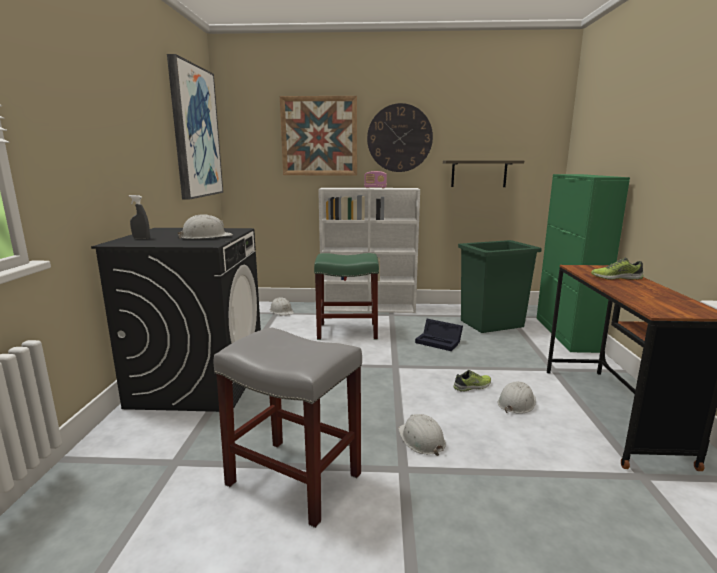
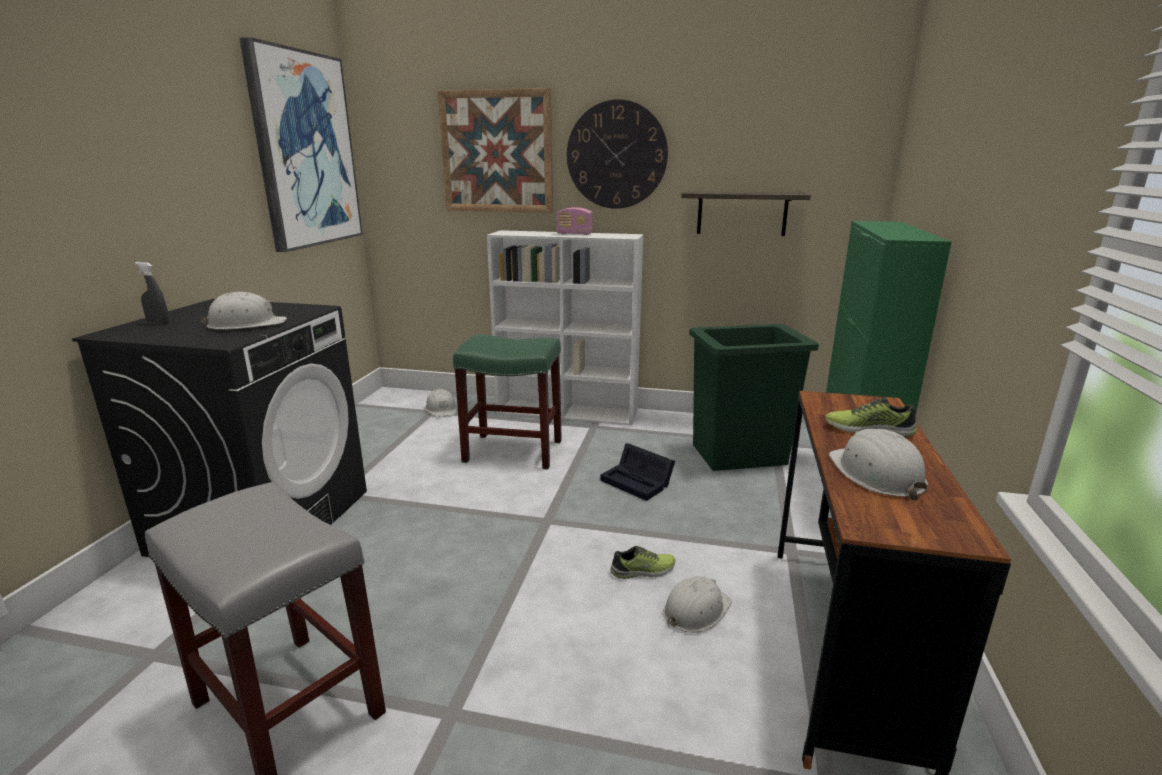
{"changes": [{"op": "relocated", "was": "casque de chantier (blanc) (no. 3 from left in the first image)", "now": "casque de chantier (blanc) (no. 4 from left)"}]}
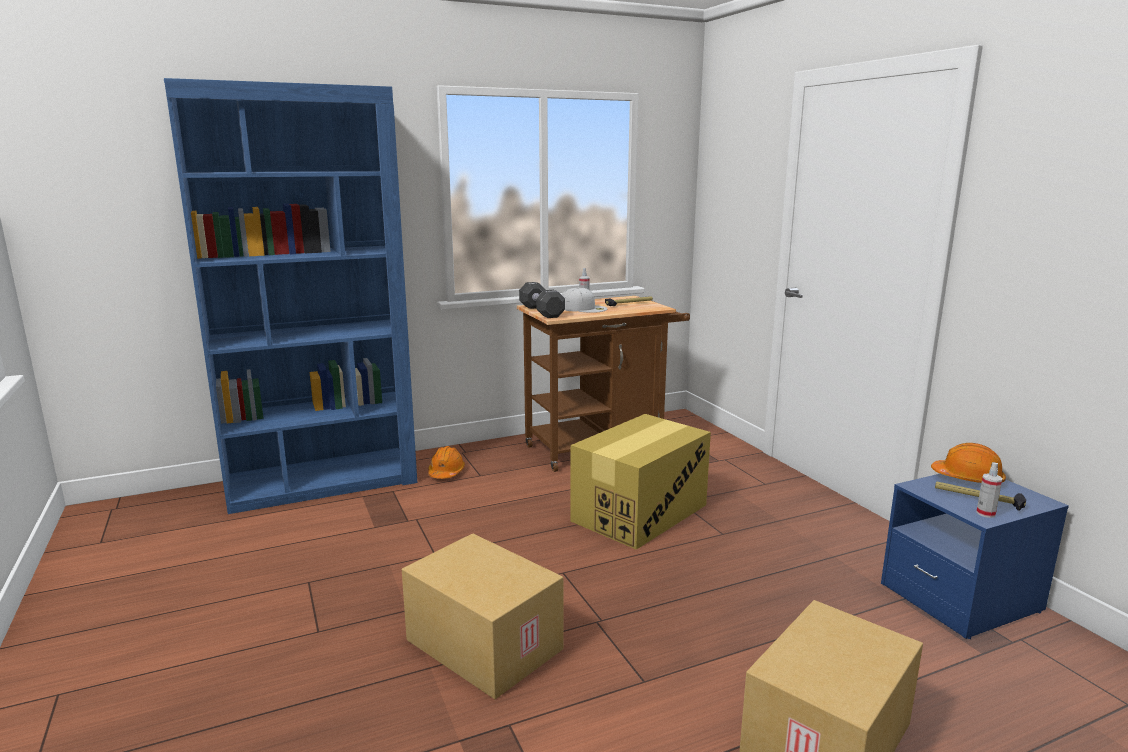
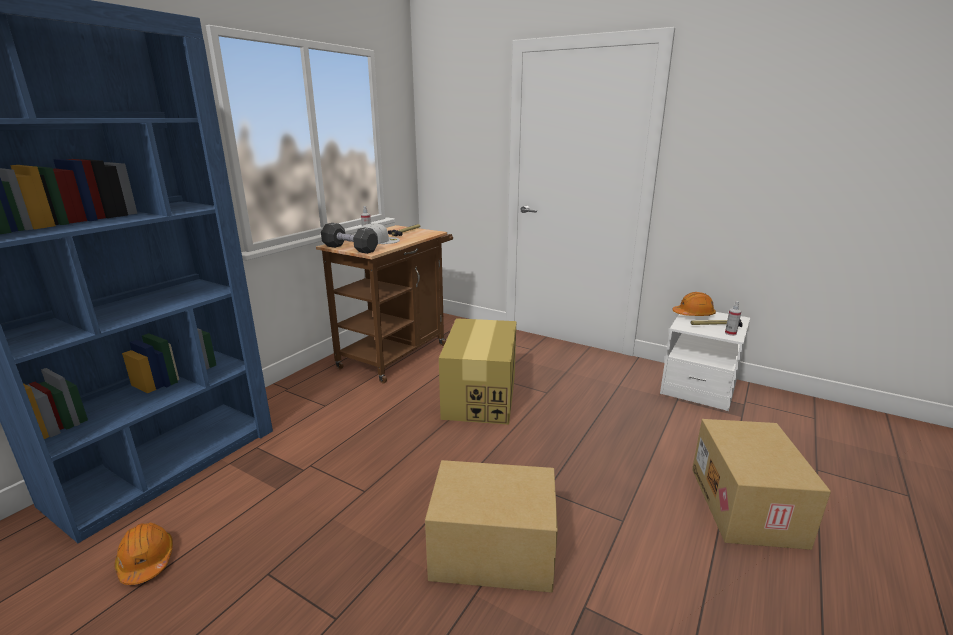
{"changes": [{"op": "relocated", "was": "casque de chantier (orange) (no. 1 from left)"}, {"op": "colour", "was": "table de chevet (bleu)", "now": "table de chevet (blanc)"}]}
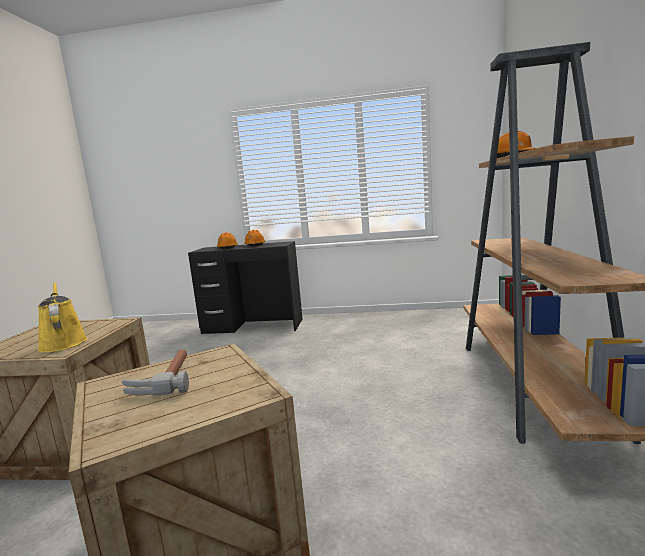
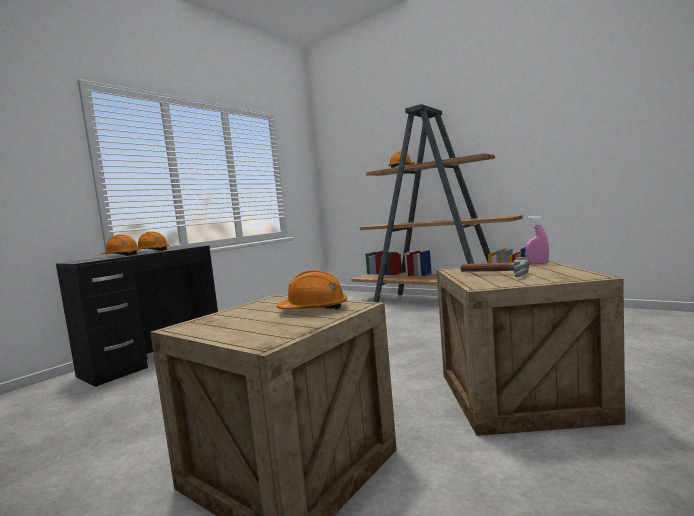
{"changes": [{"op": "exchanged", "was": "arrosoir (jaune)", "now": "casque de chantier (orange) (no. 3 from left)"}, {"op": "appeared", "now": "vaporisateur (rose)"}]}
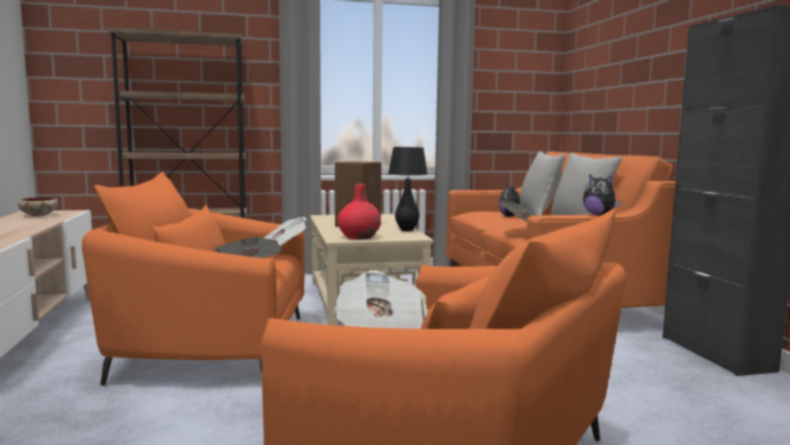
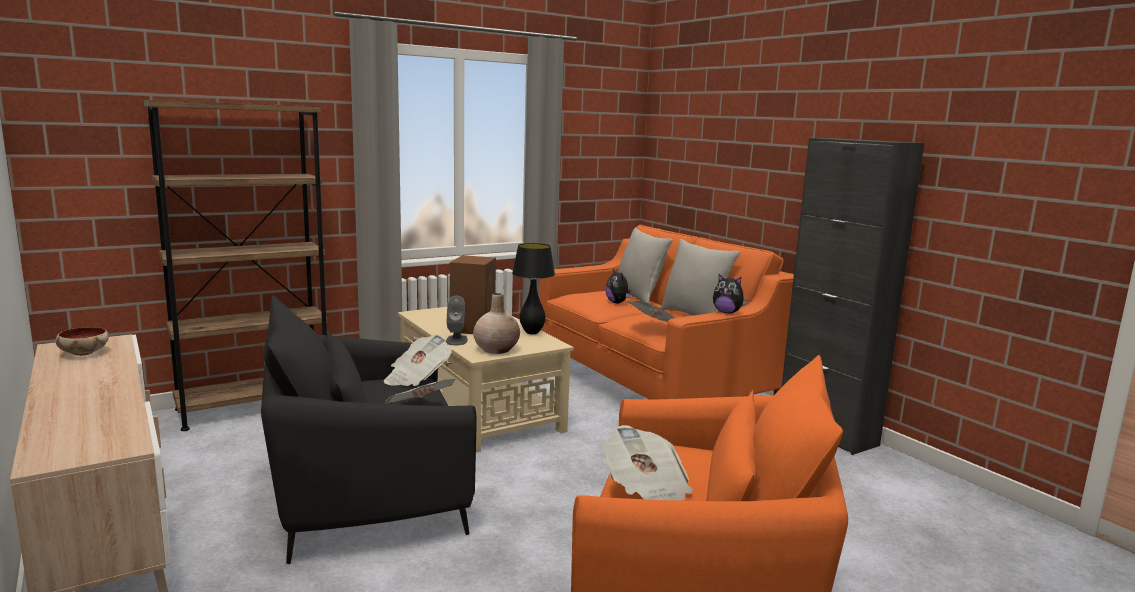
{"changes": [{"op": "colour", "was": "fauteuil (orange) (no. 1 from left)", "now": "fauteuil (noir)"}, {"op": "colour", "was": "vase (rouge)", "now": "vase (beige)"}, {"op": "appeared", "now": "enceinte (gris)"}]}
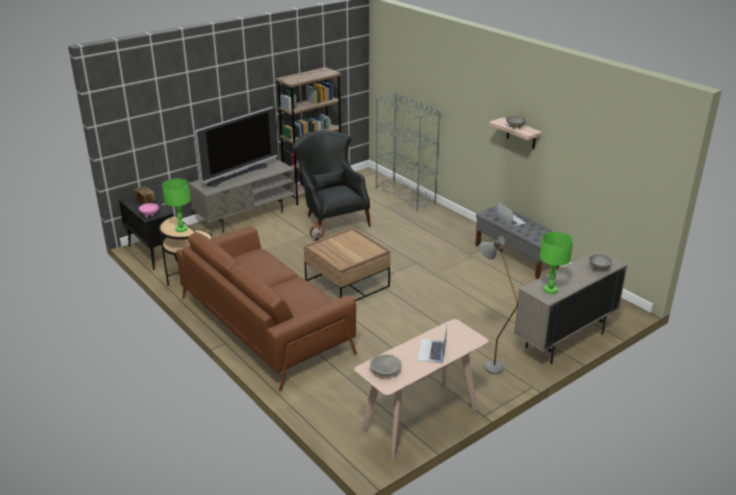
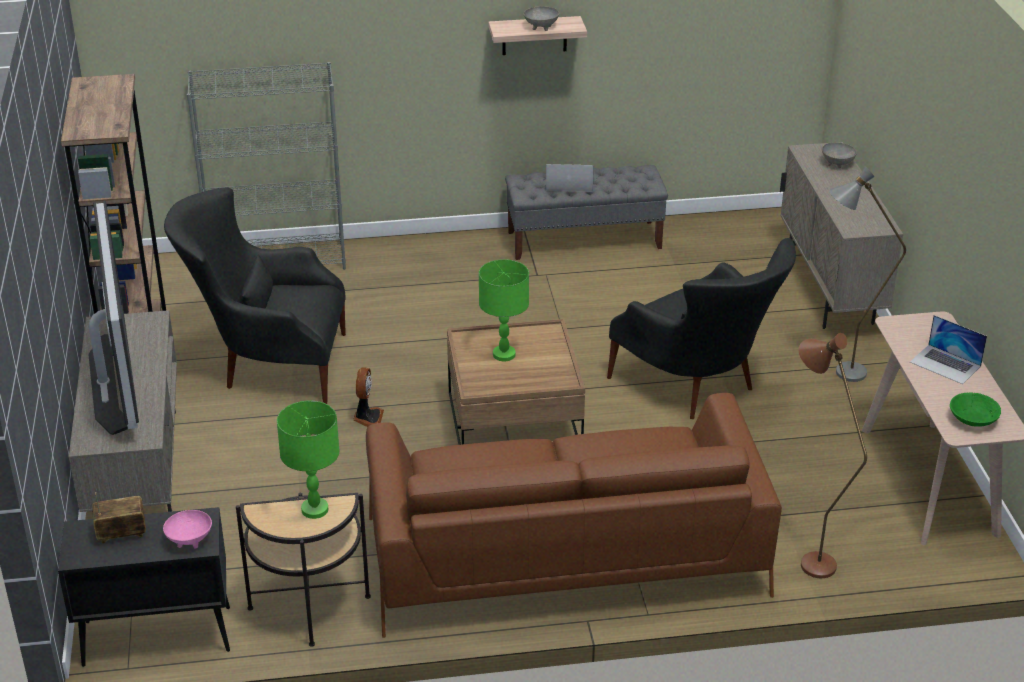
{"changes": [{"op": "relocated", "was": "lampe de table (vert) (no. 2 from left)"}, {"op": "colour", "was": "bol (gris) (no. 1 from left)", "now": "bol (vert)"}, {"op": "appeared", "now": "fauteuil (noir) (no. 2 from left)"}, {"op": "appeared", "now": "lampadaire (marron)"}]}
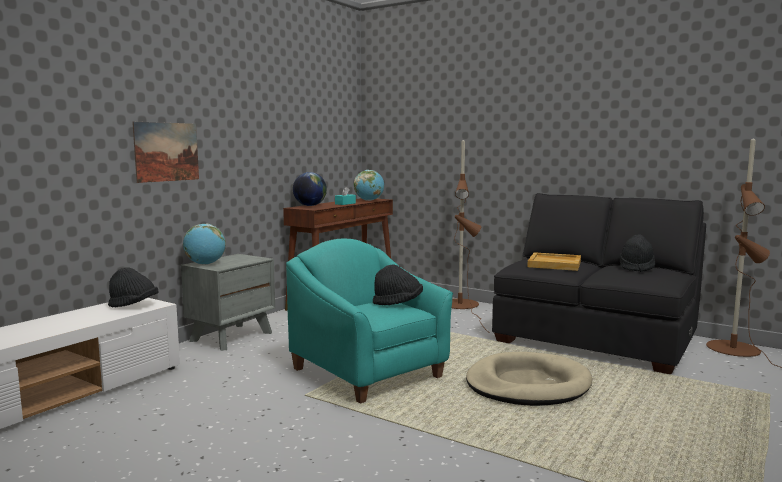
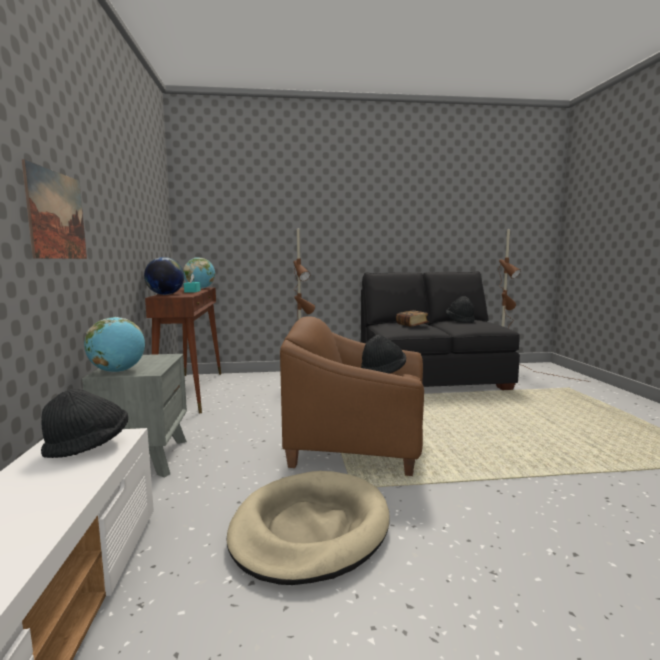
{"changes": [{"op": "colour", "was": "fauteuil (turquoise)", "now": "fauteuil (marron)"}, {"op": "exchanged", "was": "plateau (beige)", "now": "livre"}, {"op": "relocated", "was": "panier pour chien (beige)"}]}
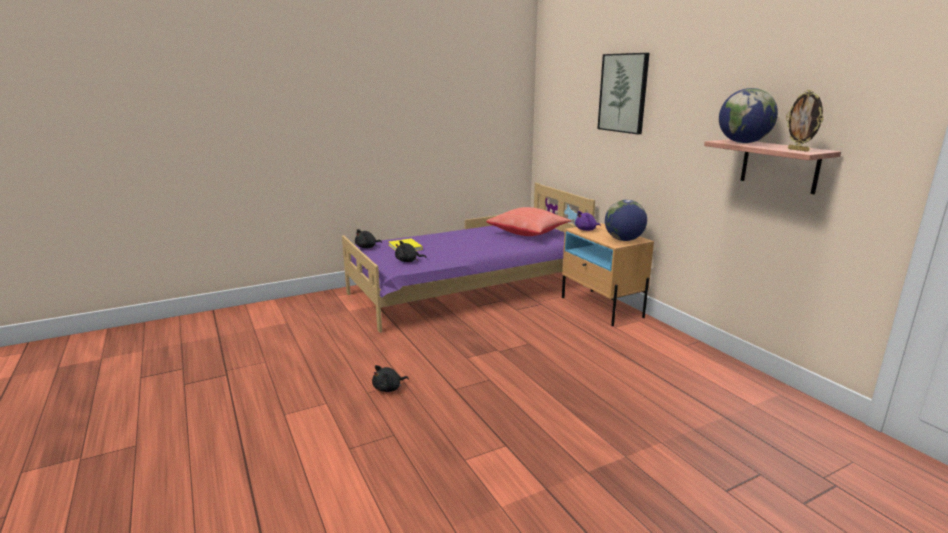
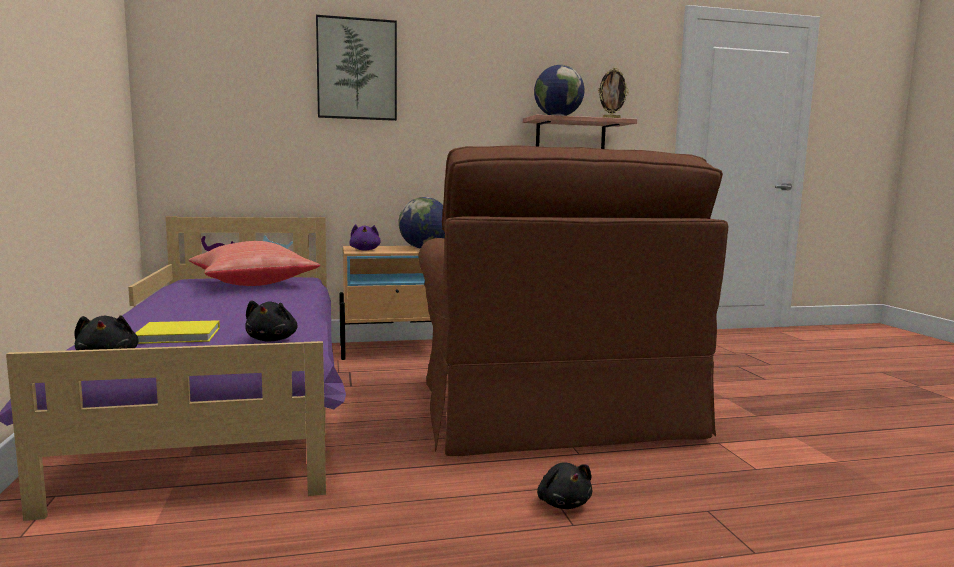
{"changes": [{"op": "appeared", "now": "fauteuil (marron)"}]}
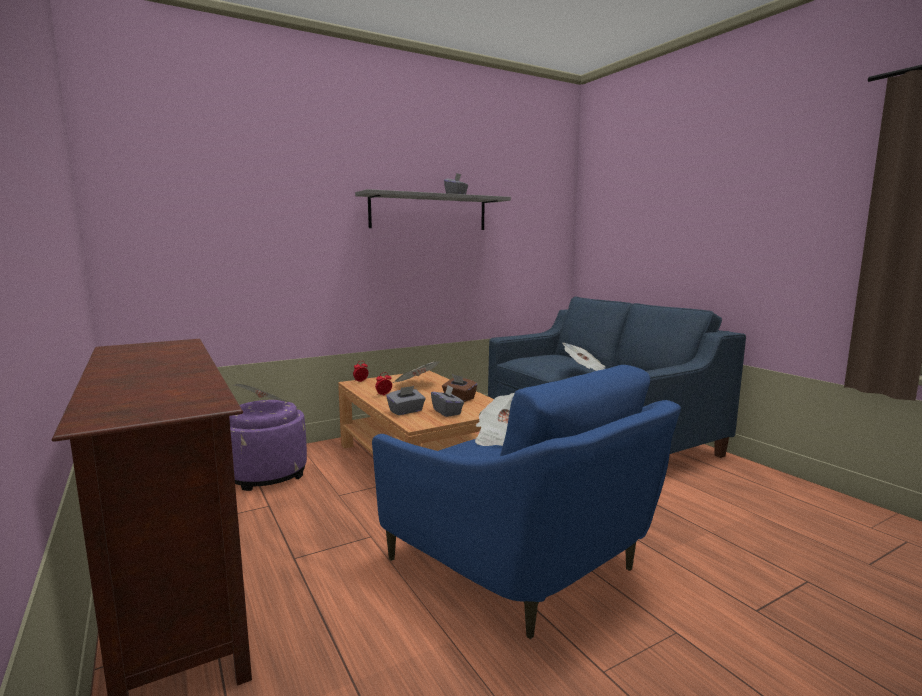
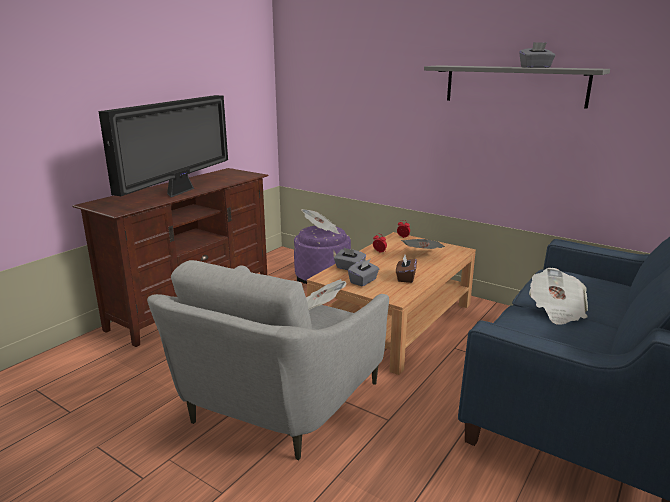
{"changes": [{"op": "colour", "was": "fauteuil (bleu)", "now": "fauteuil (gris)"}, {"op": "appeared", "now": "téléviseur"}]}
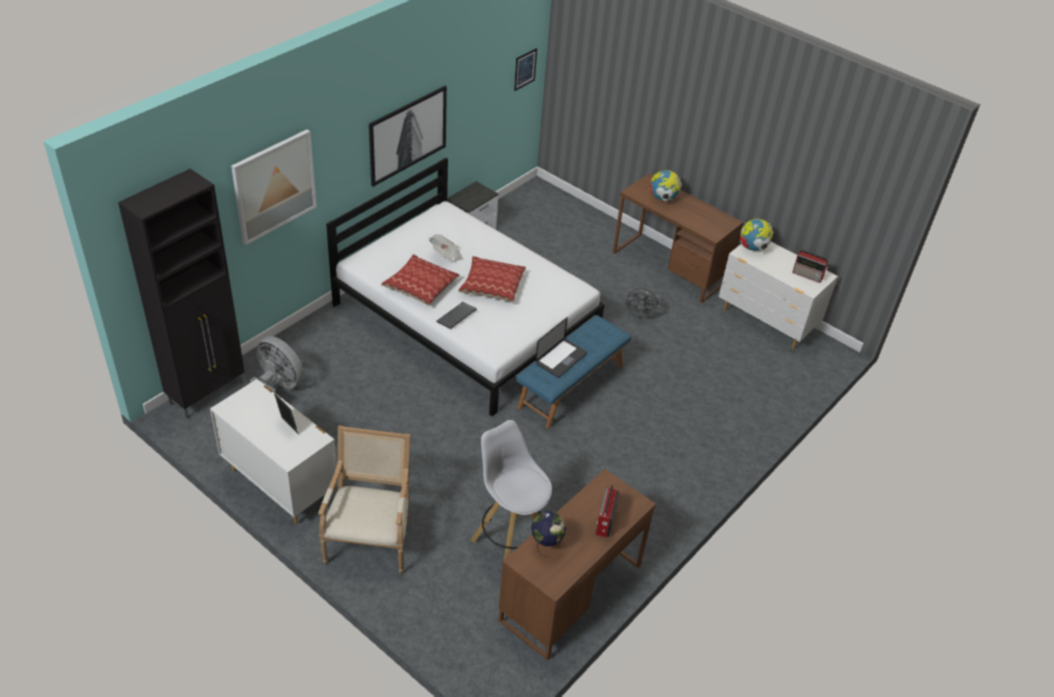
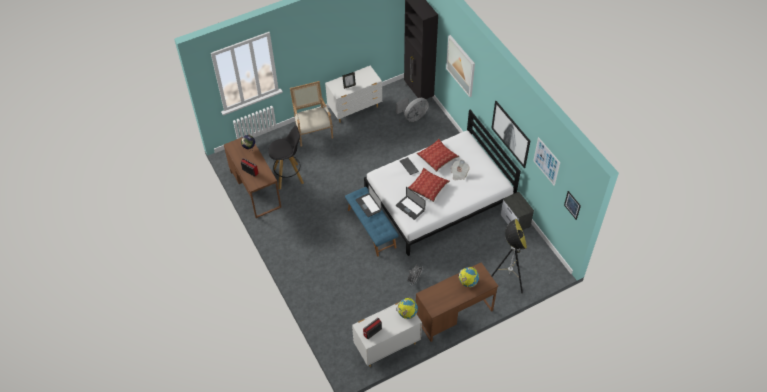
{"changes": [{"op": "colour", "was": "tabouret (blanc)", "now": "tabouret (noir)"}, {"op": "spun", "was": "fauteuil", "clockwise": -135}, {"op": "appeared", "now": "tableau (no. 3 from left)"}, {"op": "appeared", "now": "ordinateur portable (no. 2 from left)"}, {"op": "appeared", "now": "lampadaire"}]}
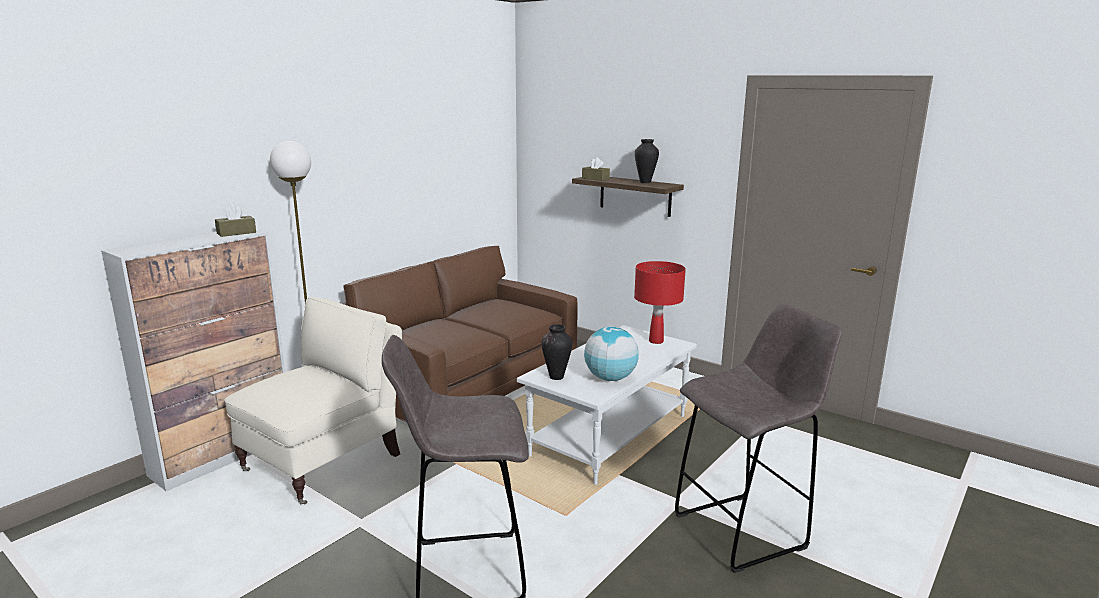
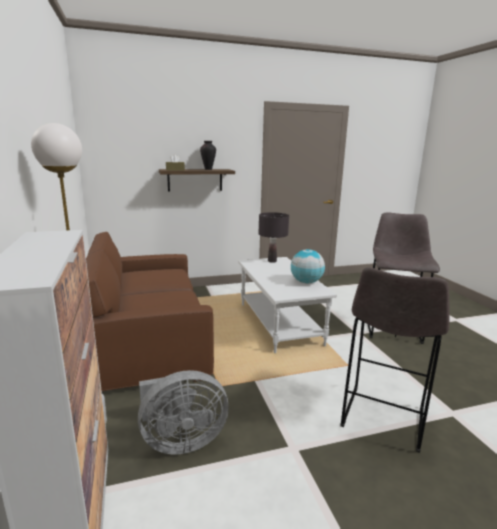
{"changes": [{"op": "missing", "was": "boîte à mouchoirs (marron) (no. 1 from left)"}, {"op": "colour", "was": "lampe de table (rouge)", "now": "lampe de table (noir)"}, {"op": "exchanged", "was": "fauteuil (beige)", "now": "ventilateur (gris)"}, {"op": "missing", "was": "vase (no. 1 from left)"}]}
